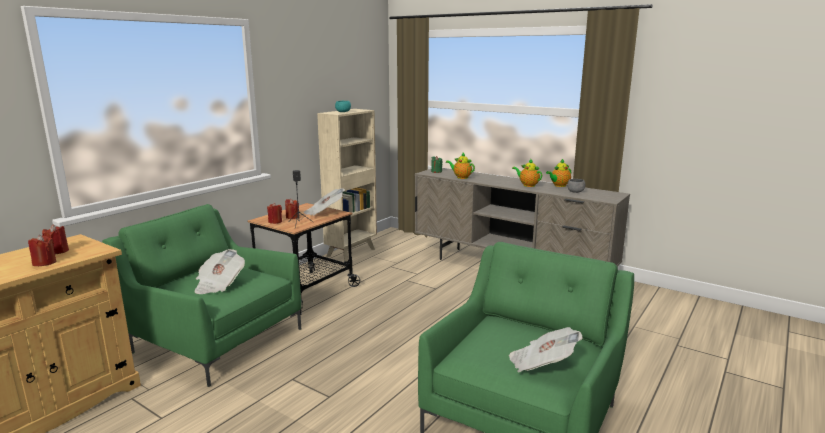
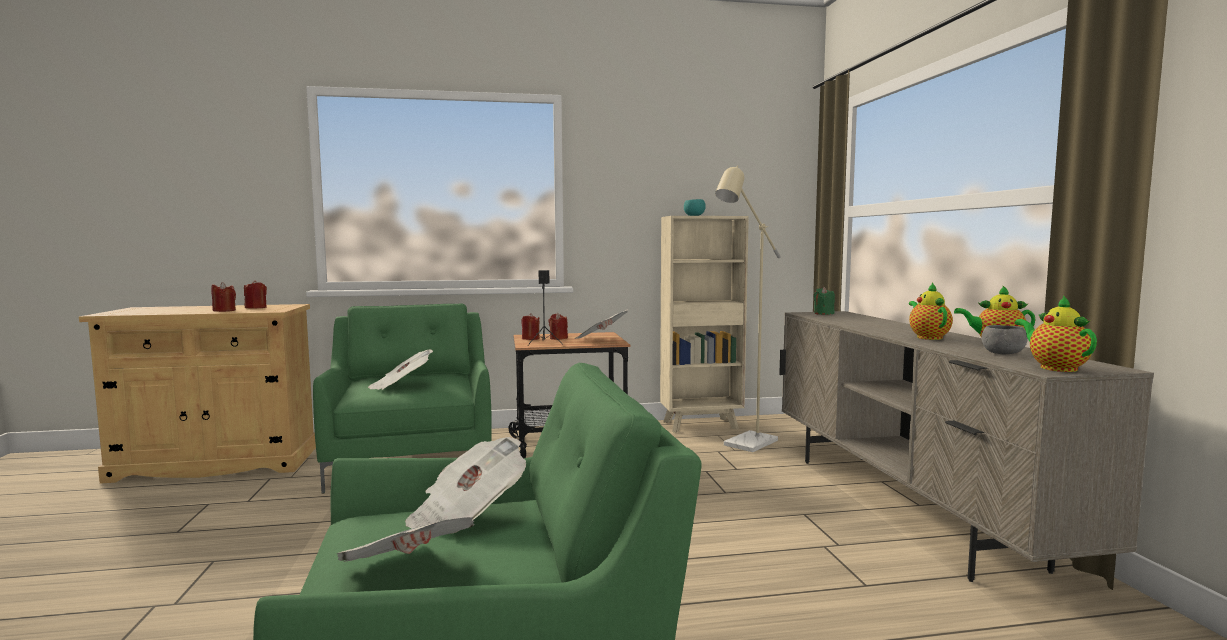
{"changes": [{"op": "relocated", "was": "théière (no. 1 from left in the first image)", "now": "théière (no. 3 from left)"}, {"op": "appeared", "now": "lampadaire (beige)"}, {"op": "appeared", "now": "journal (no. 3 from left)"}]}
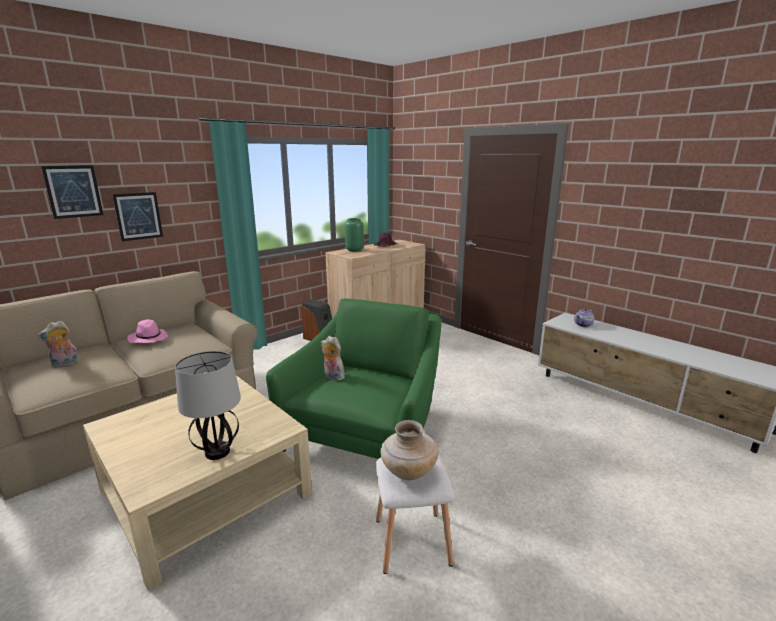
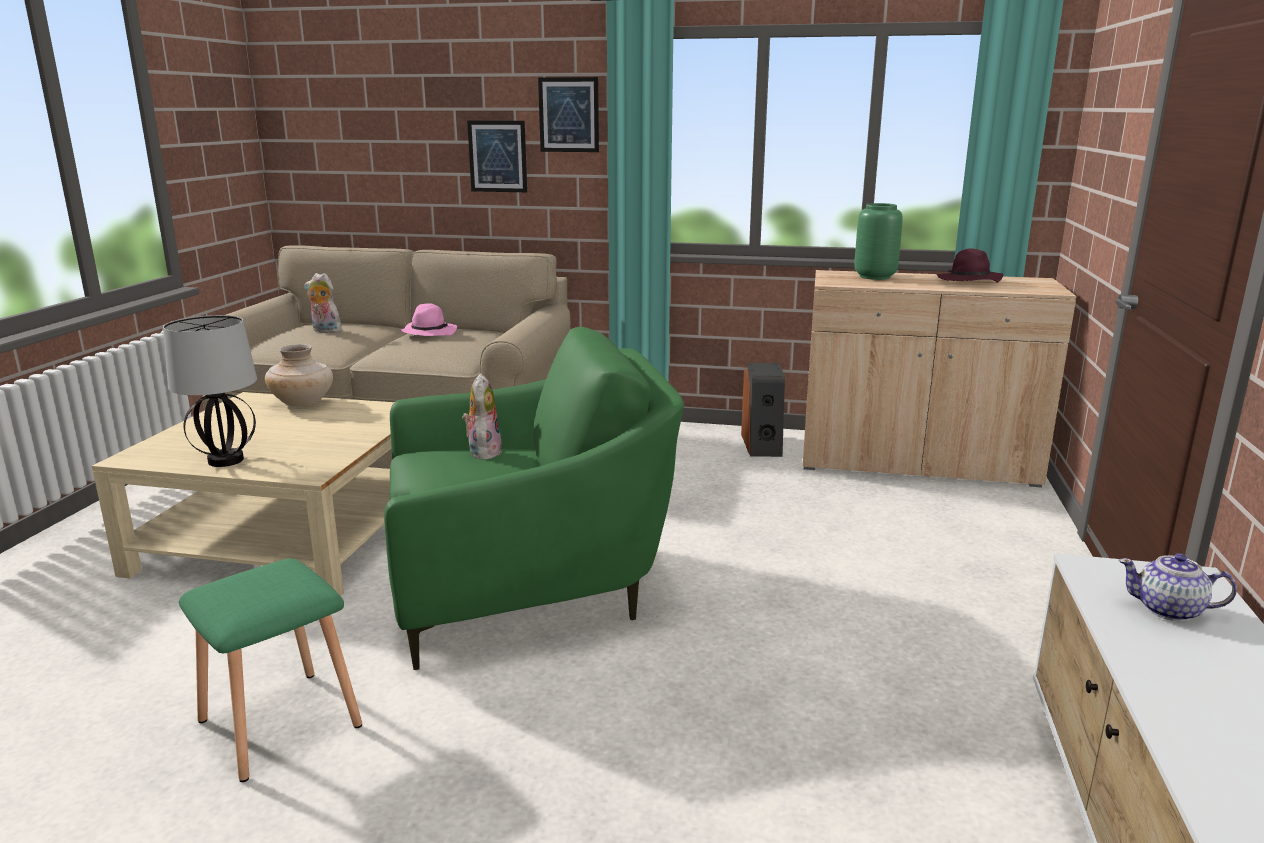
{"changes": [{"op": "relocated", "was": "tableau (no. 1 from left in the first image)", "now": "tableau (no. 2 from left)"}, {"op": "relocated", "was": "vase (beige)"}, {"op": "colour", "was": "tabouret (blanc)", "now": "tabouret (vert)"}]}
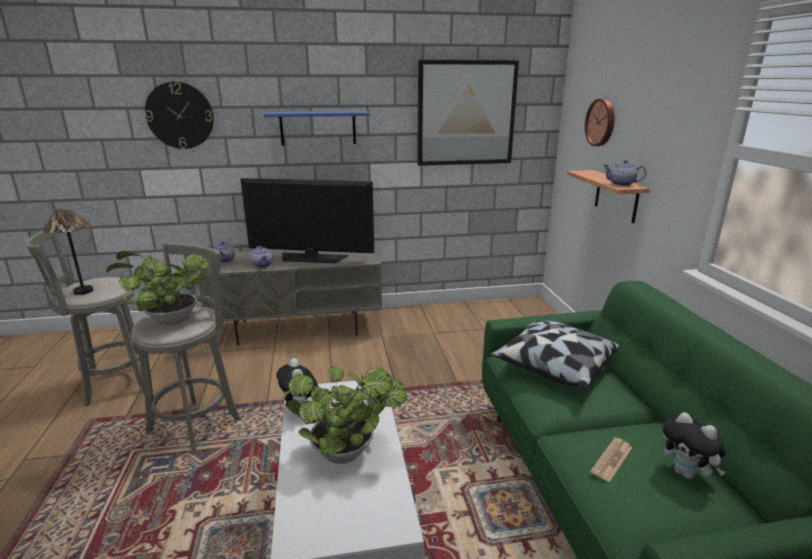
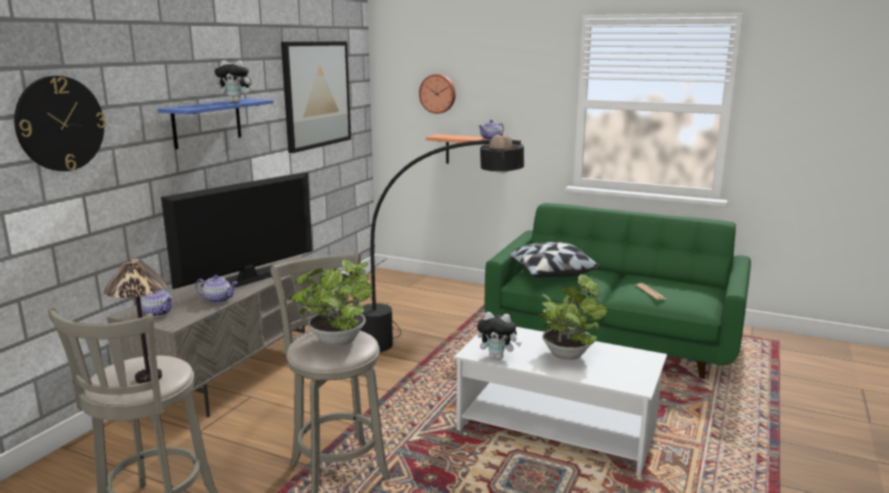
{"changes": [{"op": "relocated", "was": "peluche (no. 2 from left in the first image)", "now": "peluche (no. 1 from left)"}, {"op": "appeared", "now": "lampadaire (noir)"}]}
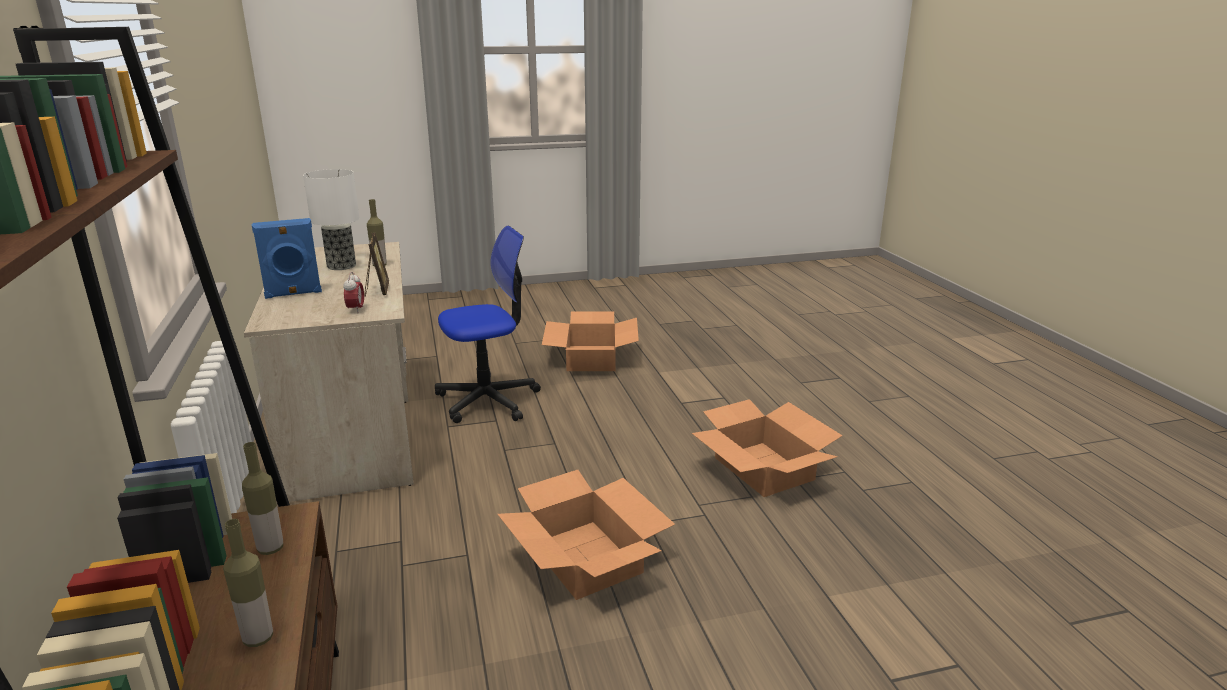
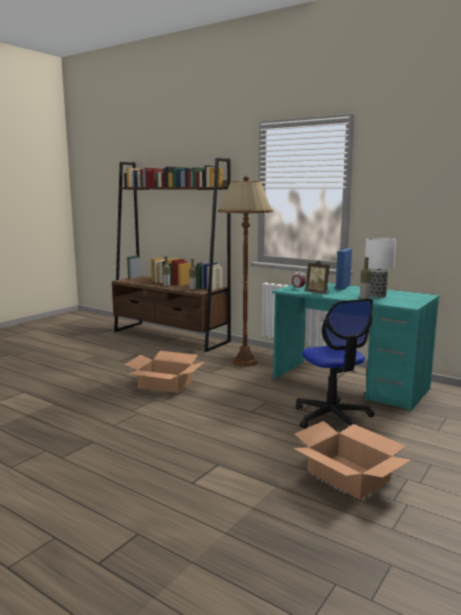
{"changes": [{"op": "spun", "was": "chaise de bureau", "clockwise": -45}, {"op": "colour", "was": "bureau (beige)", "now": "bureau (turquoise)"}, {"op": "missing", "was": "carton (no. 3 from left)"}, {"op": "appeared", "now": "lampadaire (marron)"}]}
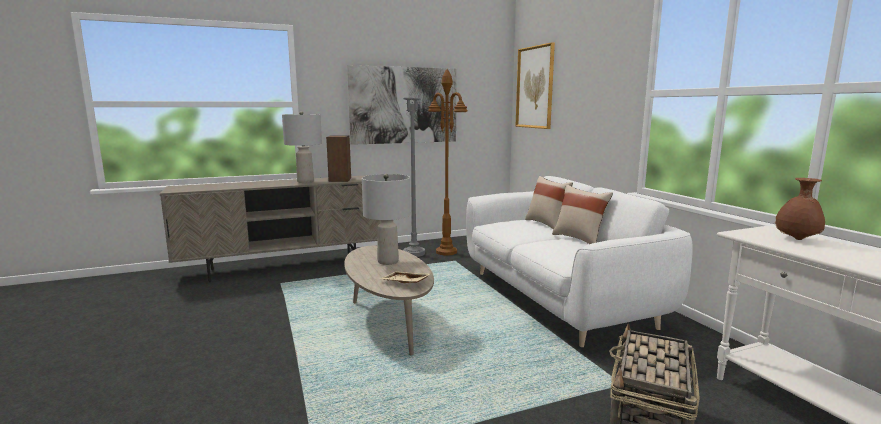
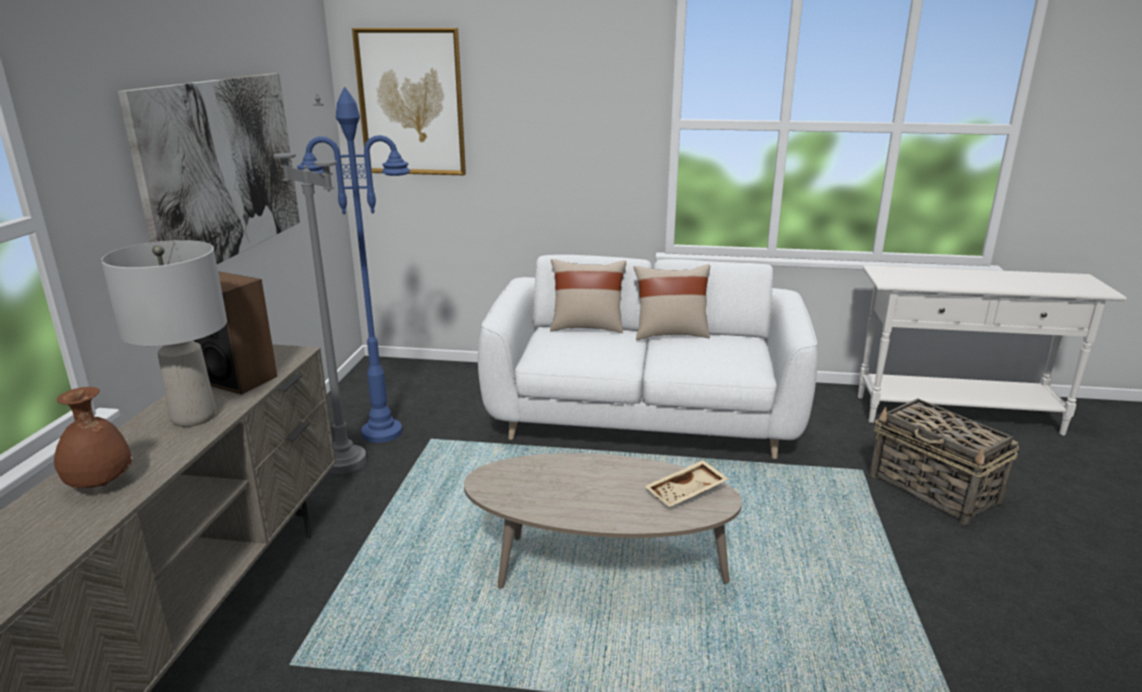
{"changes": [{"op": "colour", "was": "lampadaire (marron)", "now": "lampadaire (bleu)"}, {"op": "missing", "was": "lampe de table (gris) (no. 2 from left)"}, {"op": "relocated", "was": "vase (marron)"}]}
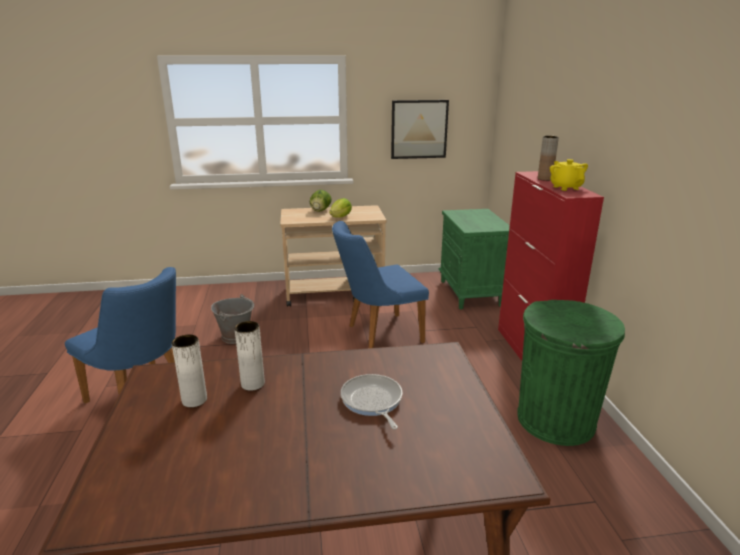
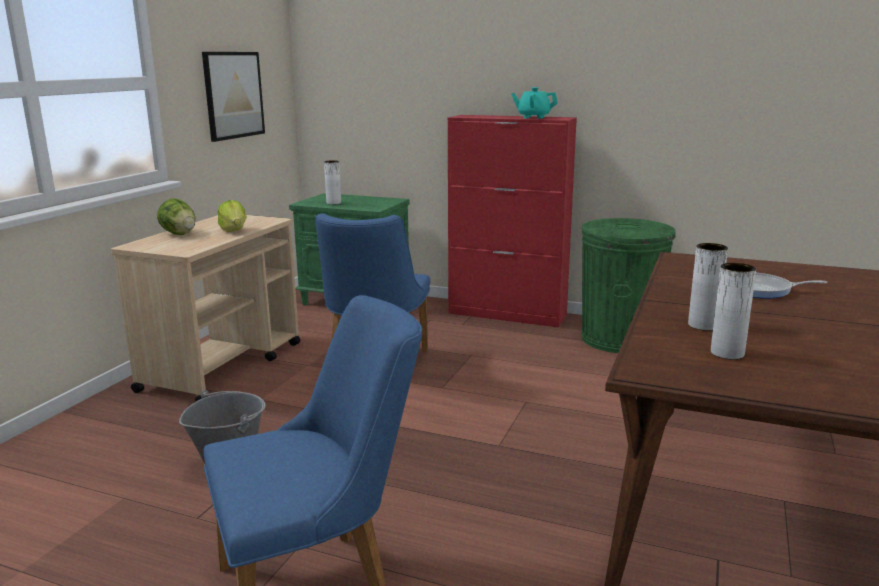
{"changes": [{"op": "missing", "was": "vase (marron)"}, {"op": "colour", "was": "théière (jaune)", "now": "théière (turquoise)"}, {"op": "appeared", "now": "vase (blanc) (no. 1 from left)"}]}
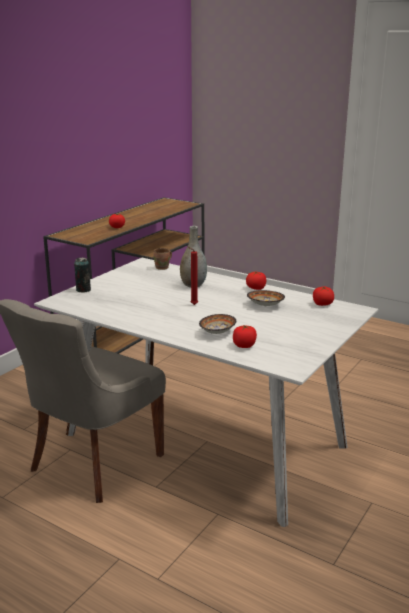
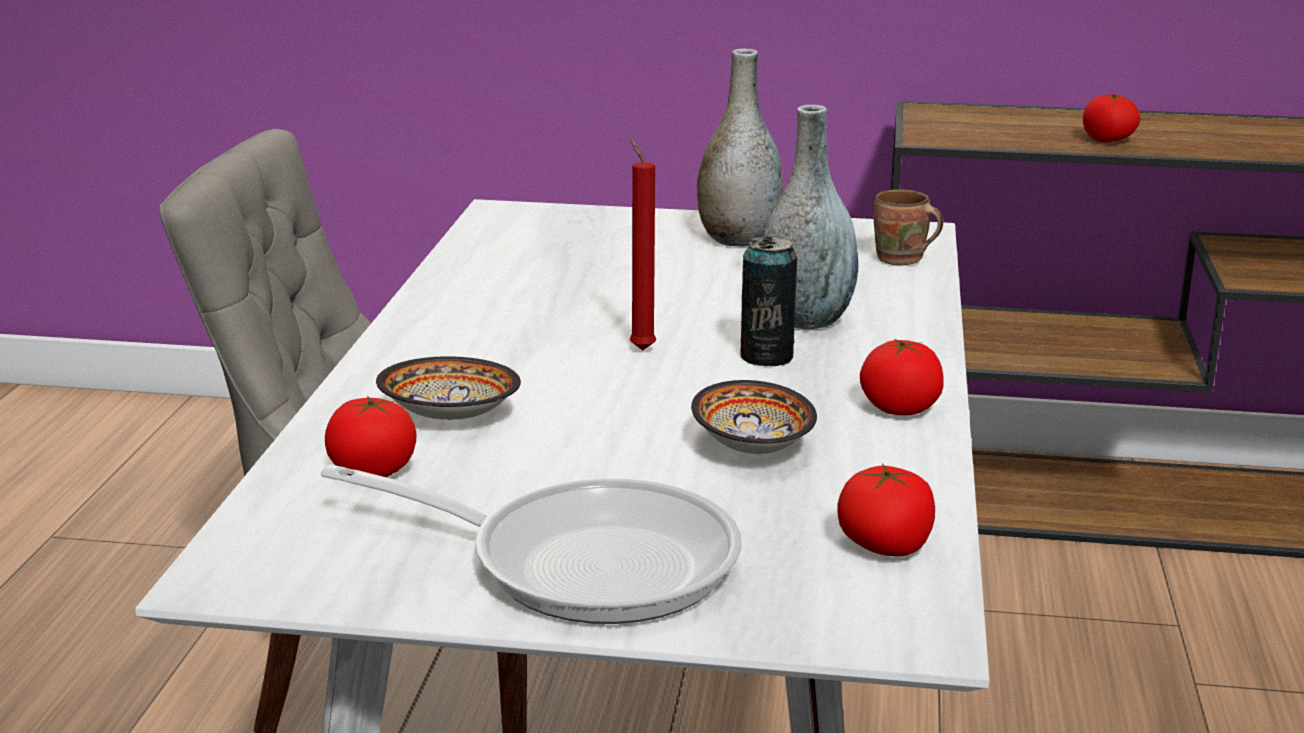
{"changes": [{"op": "relocated", "was": "boîte métallique"}, {"op": "appeared", "now": "vase (gris) (no. 1 from left)"}, {"op": "appeared", "now": "poêle"}]}
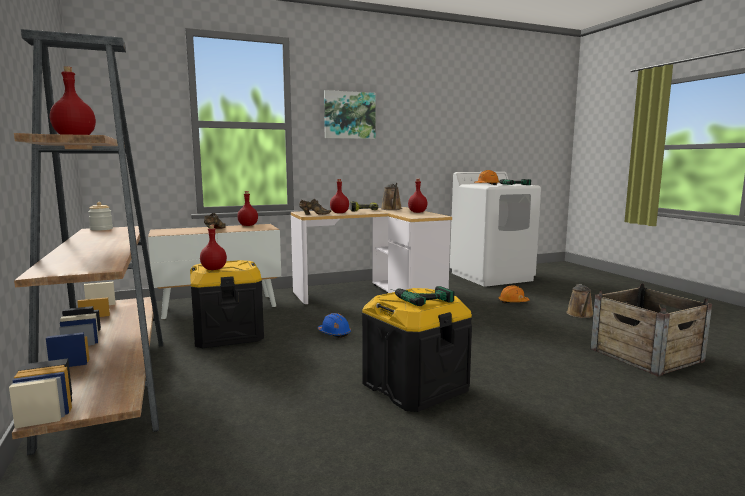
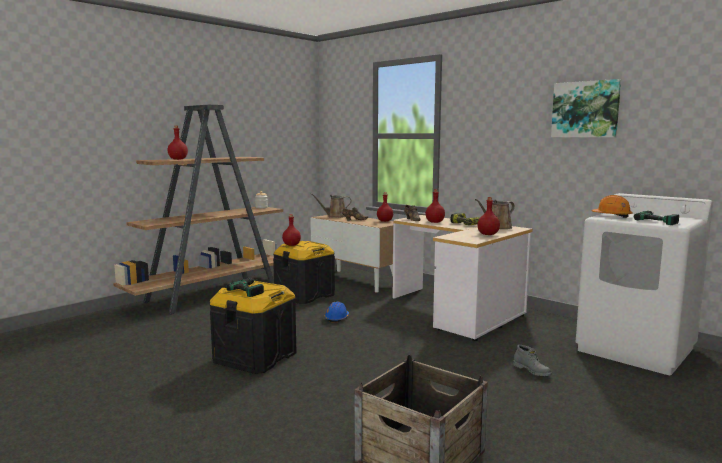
{"changes": [{"op": "relocated", "was": "tableau"}, {"op": "relocated", "was": "arrosoir (marron) (no. 2 from left in the first image)", "now": "arrosoir (marron) (no. 1 from left)"}, {"op": "exchanged", "was": "casque de chantier (orange) (no. 2 from left)", "now": "botte (gris)"}]}
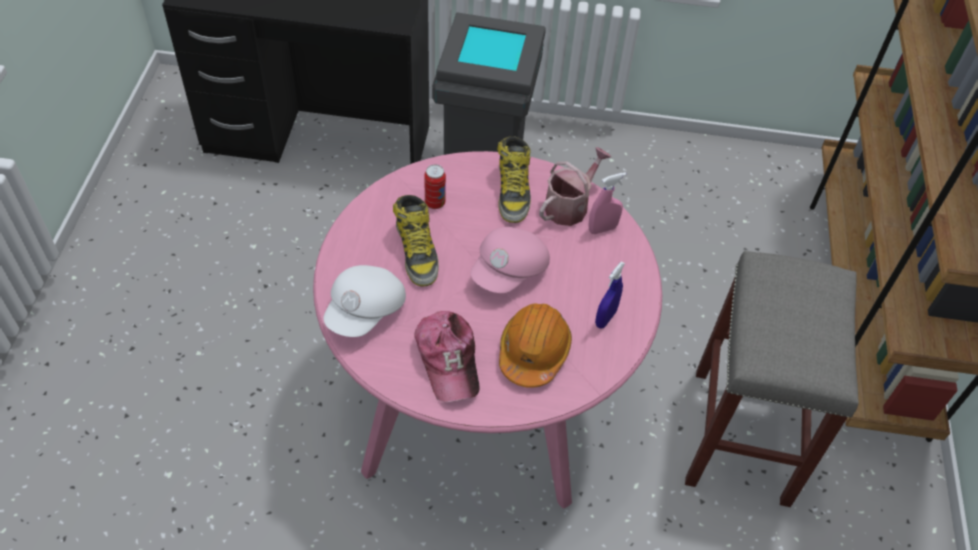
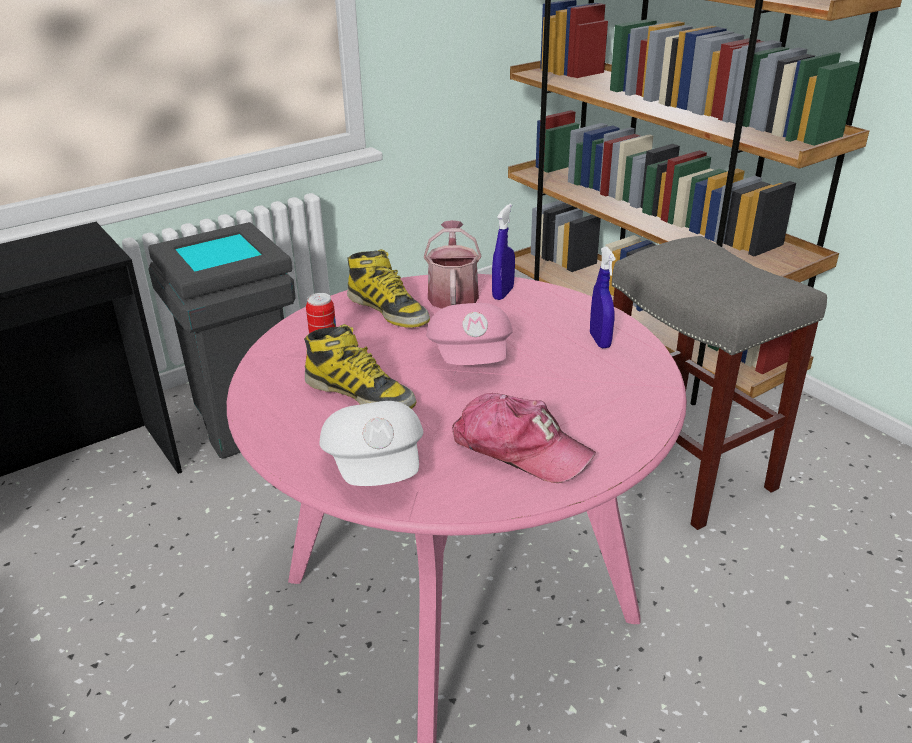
{"changes": [{"op": "colour", "was": "vaporisateur (rose)", "now": "vaporisateur (bleu) (no. 1 from left)"}, {"op": "missing", "was": "casque de chantier (orange)"}]}
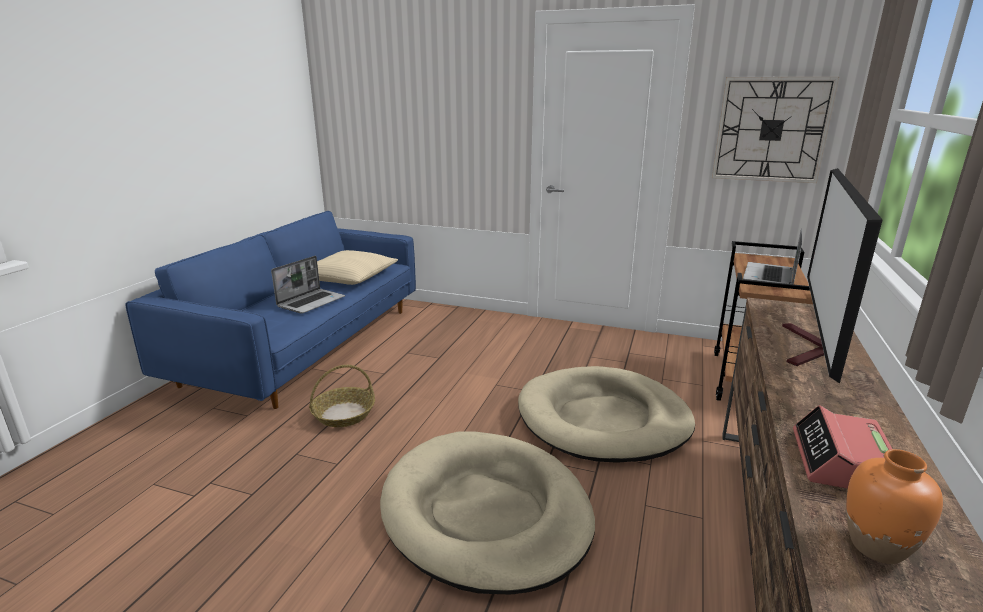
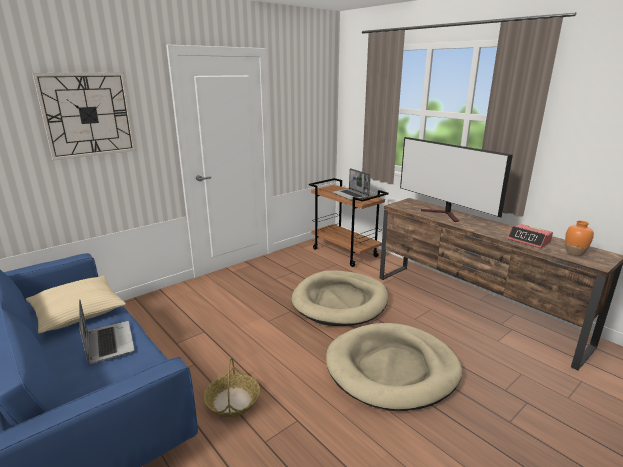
{"changes": [{"op": "relocated", "was": "horloge murale"}]}
